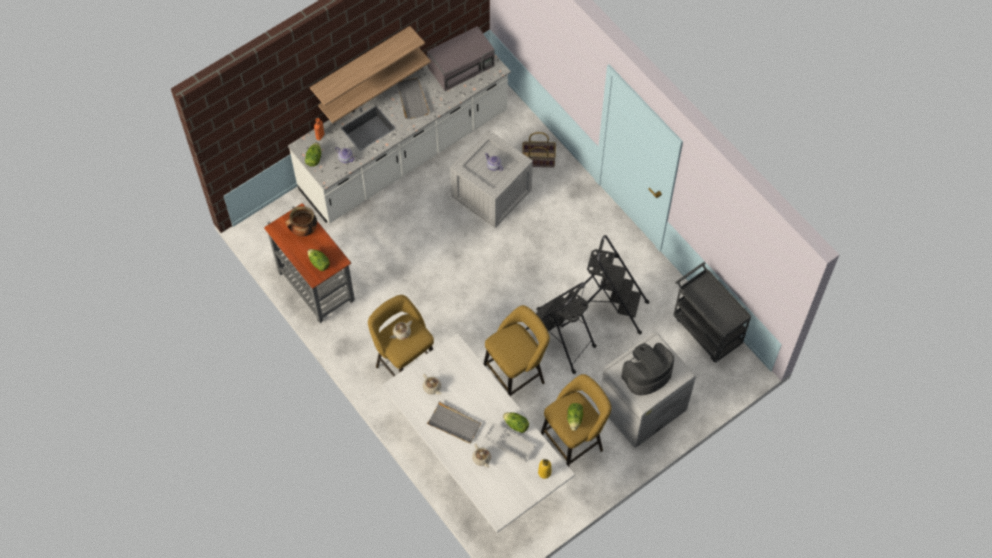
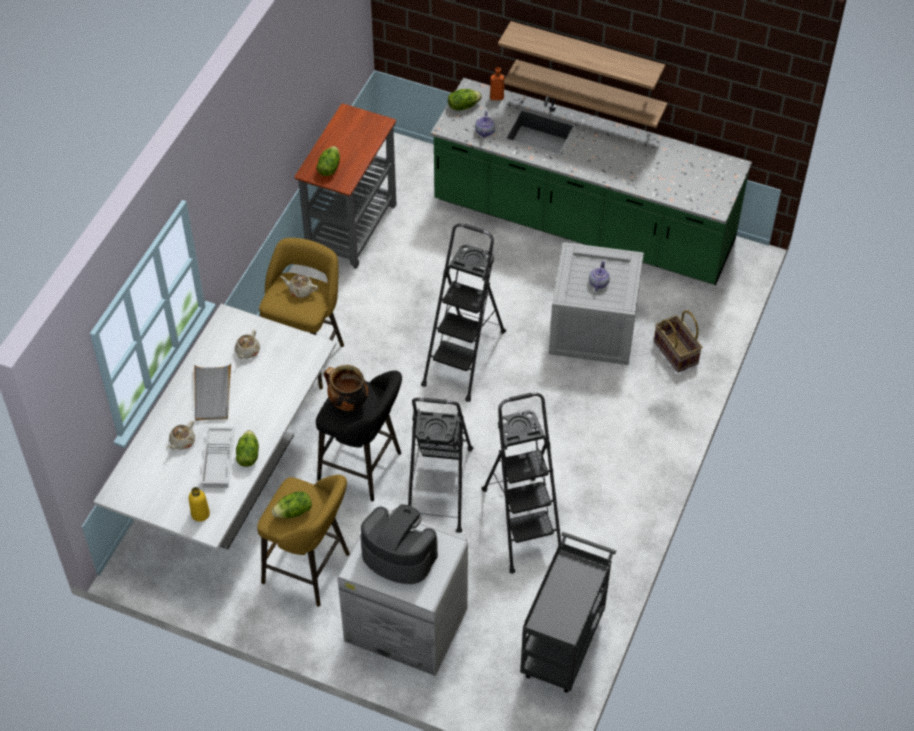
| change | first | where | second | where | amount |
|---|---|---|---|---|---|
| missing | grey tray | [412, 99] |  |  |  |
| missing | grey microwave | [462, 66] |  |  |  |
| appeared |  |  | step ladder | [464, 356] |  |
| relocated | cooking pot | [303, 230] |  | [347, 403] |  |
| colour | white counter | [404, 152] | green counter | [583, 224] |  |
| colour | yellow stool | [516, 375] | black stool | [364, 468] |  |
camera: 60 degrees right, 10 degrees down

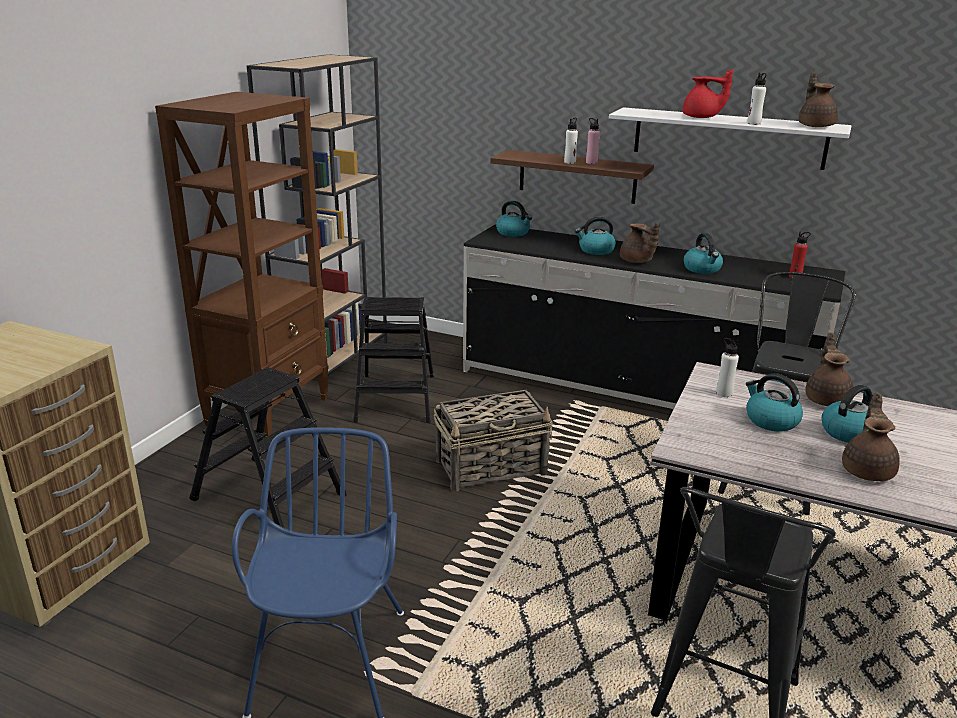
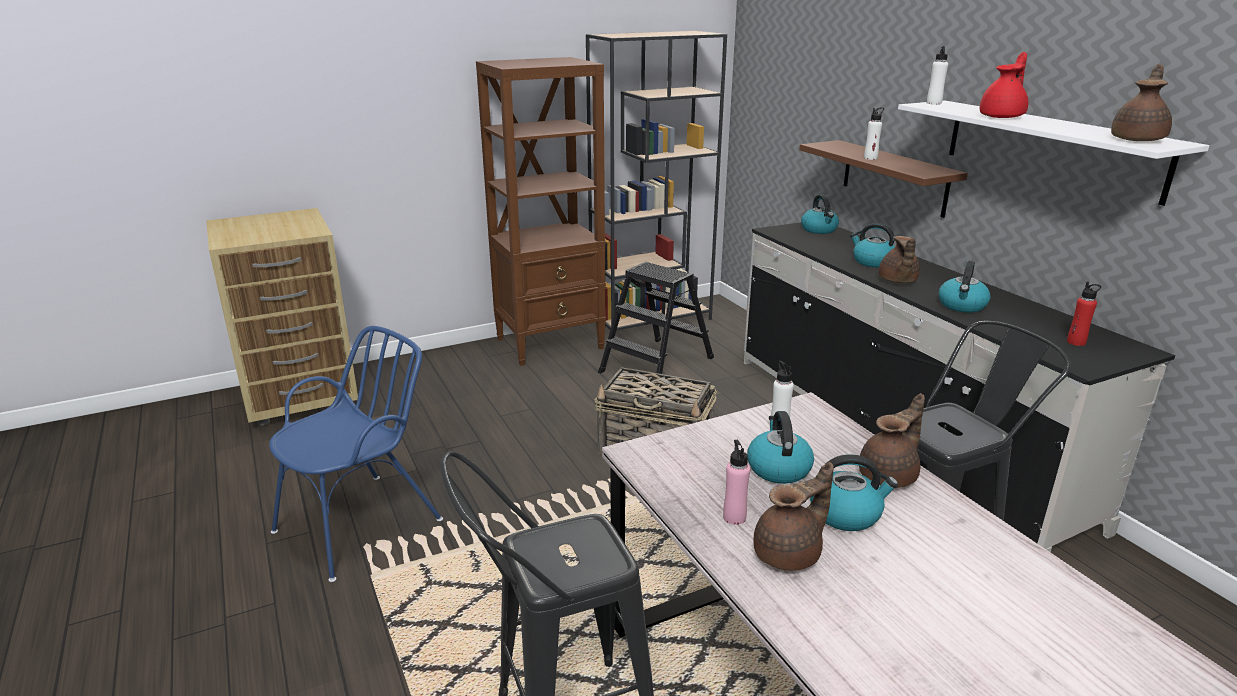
| change | first | where | second | where | amount |
|---|---|---|---|---|---|
| missing | black step ladder | [268, 496] |  |  |  |
| relocated | pink bottle | [591, 162] |  | [734, 517] |  |
| relocated | white bottle | [754, 123] |  | [934, 103] |  |
| spun | red teapot | [701, 117] |  | [1003, 117] | 105 degrees counterclockwise |
camera: 40 degrees right, 0 degrees up

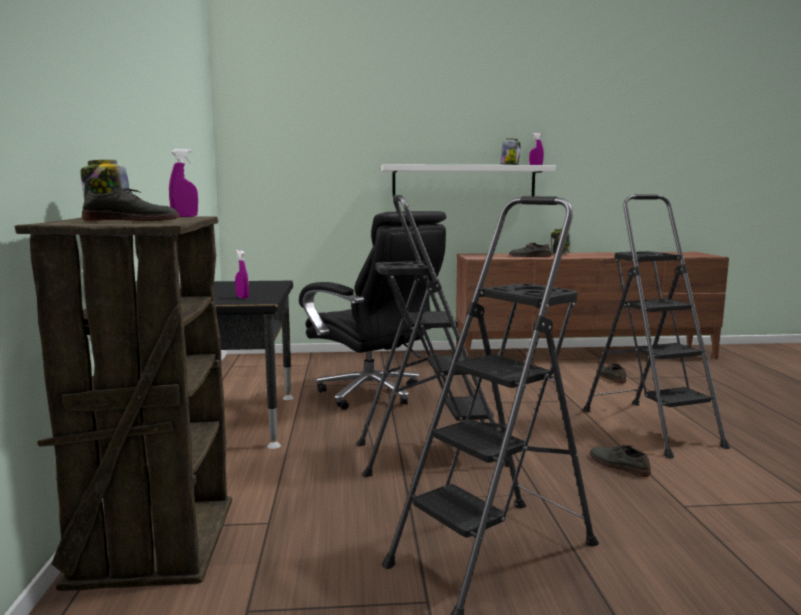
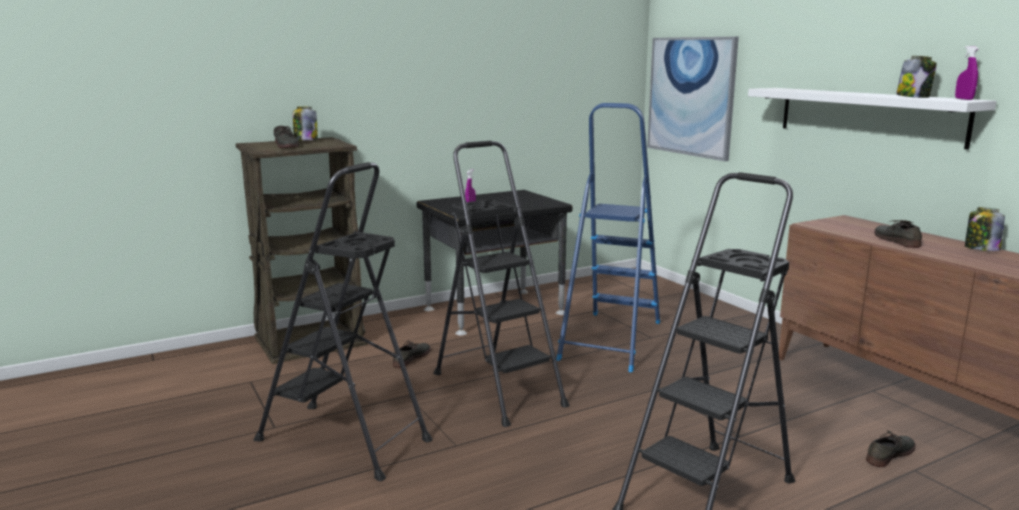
| change | first | where | second | where | amount |
|---|---|---|---|---|---|
| missing | purple spray bottle | [185, 216] |  |  |  |
| appeared |  |  | picture | [691, 96] |  |
| relocated | grey shoe | [618, 465] |  | [411, 358] |  |
| exchanged | black office chair | [374, 395] | blue step ladder | [611, 339] |  |
camera: 65 degrees right, 5 degrees up

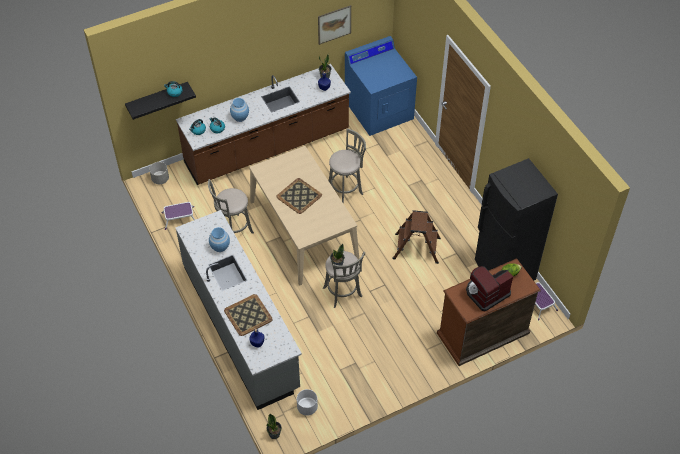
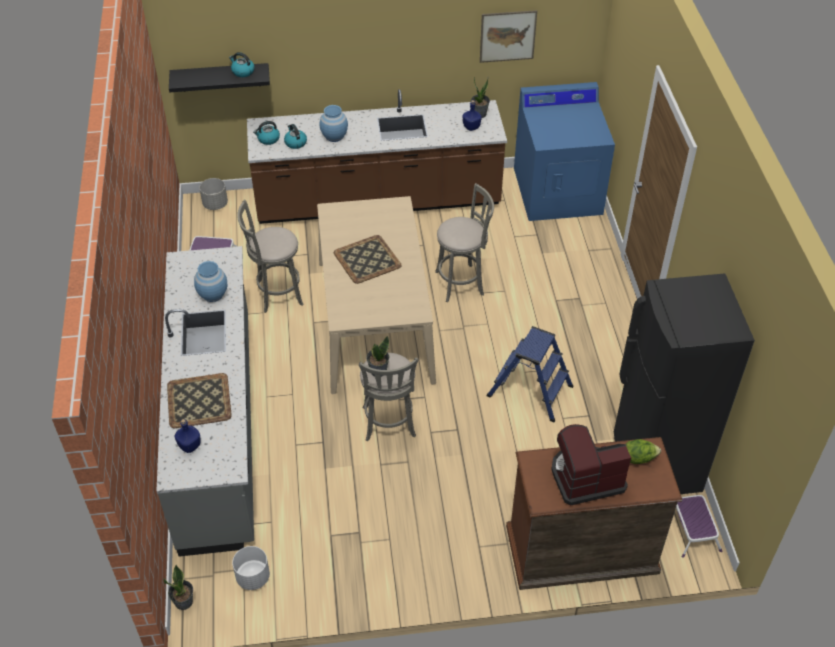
| change | first | where | second | where | amount |
|---|---|---|---|---|---|
| colour | brown step ladder | [416, 248] | blue step ladder | [529, 391] |  |
camera: 20 degrees right, 5 degrees down

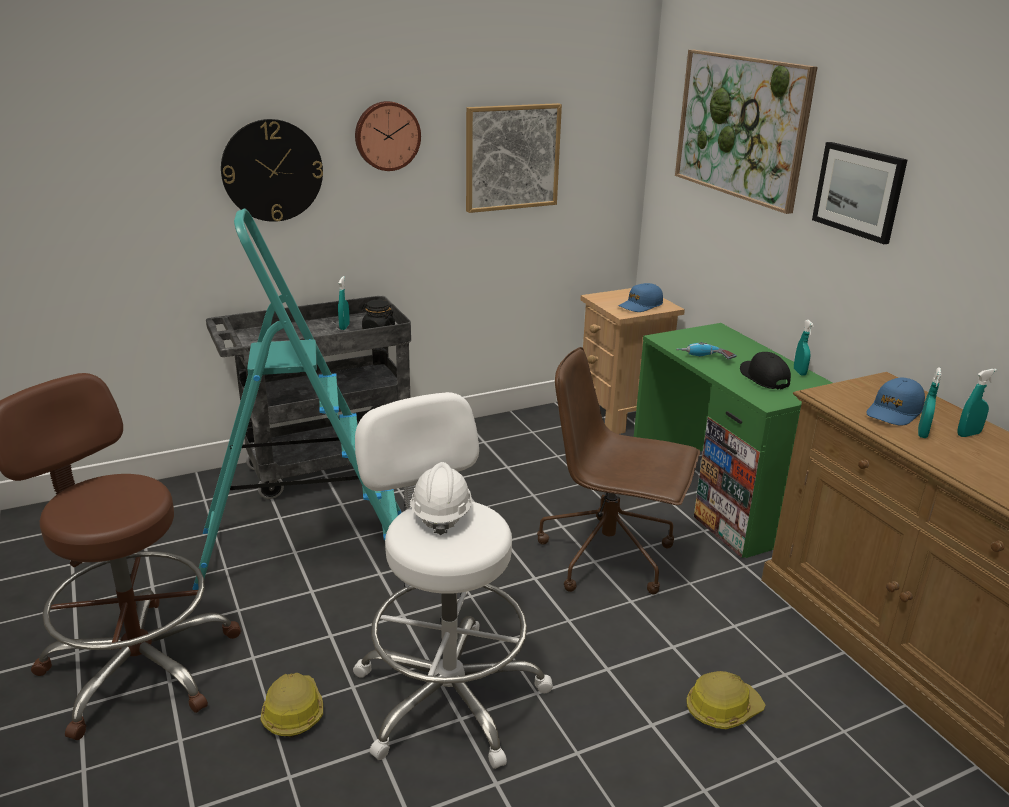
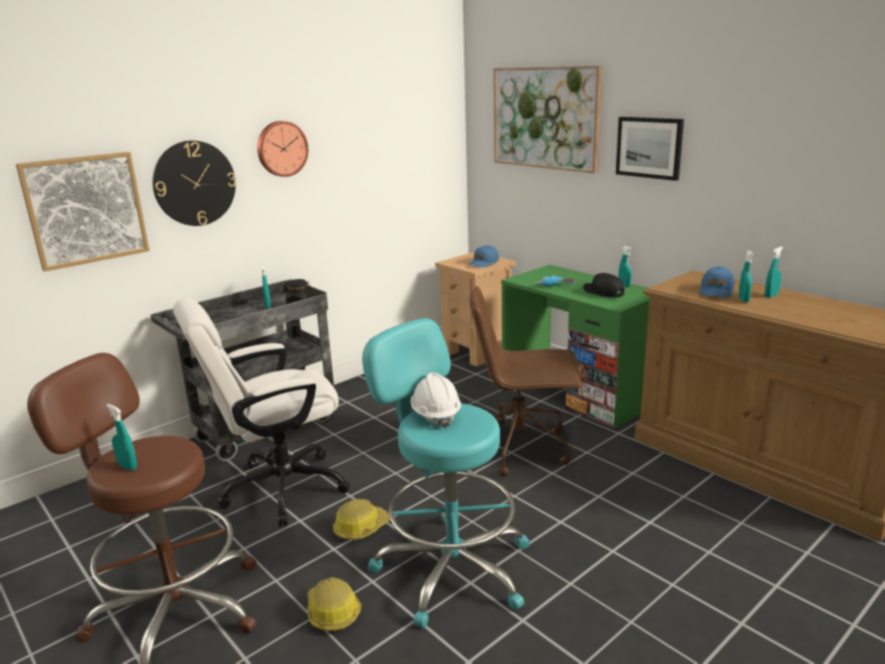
| change | first | where | second | where | amount |
|---|---|---|---|---|---|
| appeared |  |  | turquoise spray bottle | [127, 466] |  |
| relocated | picture | [512, 157] |  | [86, 209] |  |
| relocated | hard hat | [722, 709] |  | [361, 528] |  |
| exchanged | turquoise step ladder | [306, 548] | white office chair | [278, 490] |  |
| colour | white stool | [448, 694] | turquoise stool | [451, 567] |  |
camera: 15 degrees left, 5 degrees down

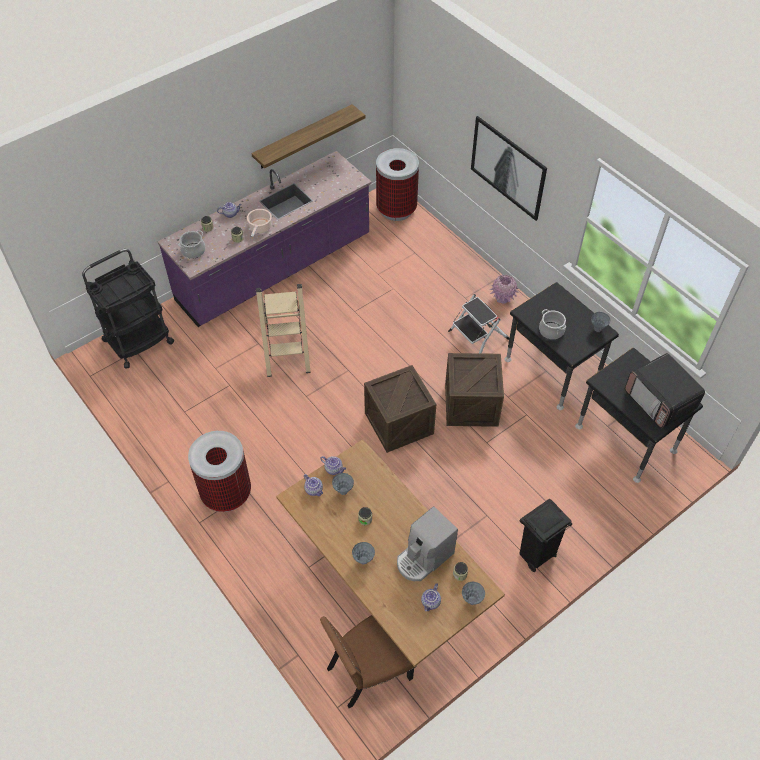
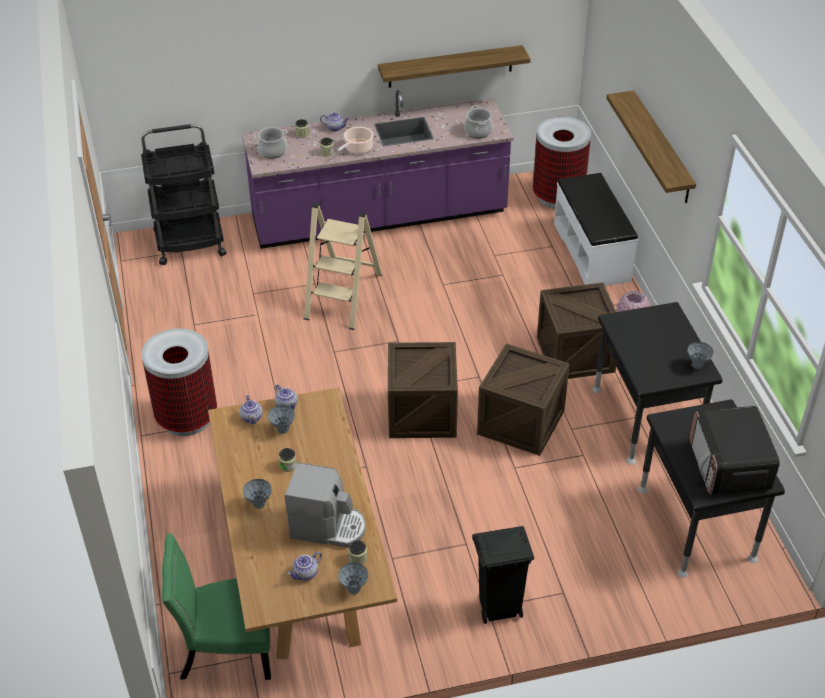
| change | first | where | second | where | amount |
|---|---|---|---|---|---|
| appeared |  |  | white bench | [592, 252] |  |
| relocated | cooking pot | [551, 331] |  | [478, 131] |  |
| exchanged | step ladder | [478, 336] | crate | [575, 354] |  |
| exchanged | picture | [507, 168] | shelf | [661, 148] |  |
| colour | brown chair | [370, 670] | green chair | [228, 650] |  |
| spun | coffee machine | [424, 558] |  | [328, 527] | 150 degrees counterclockwise |
camera: 25 degrees right, 10 degrees down

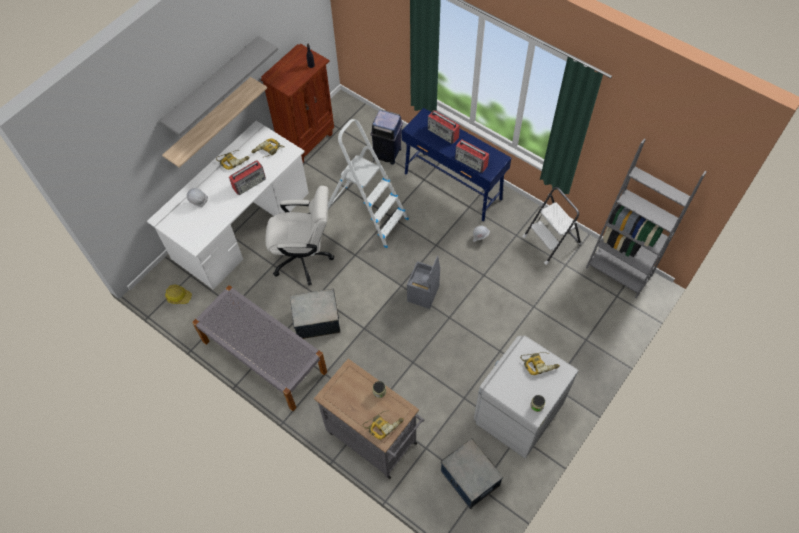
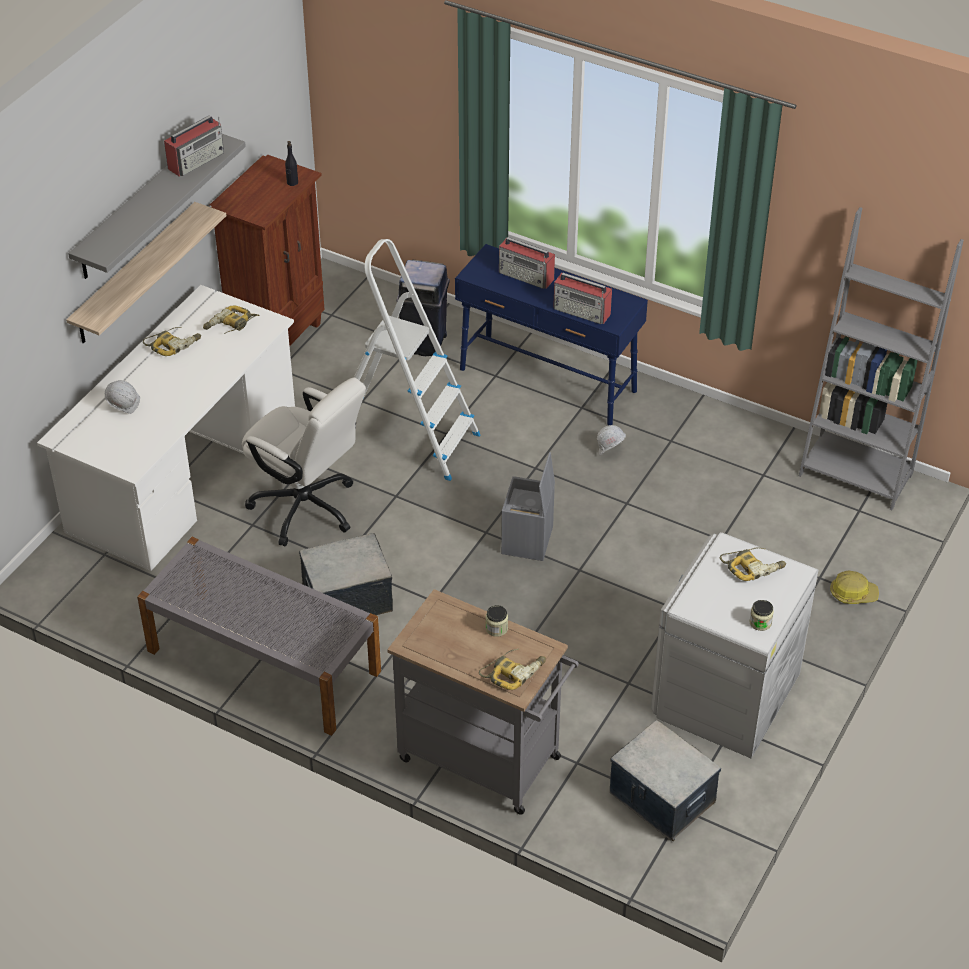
| change | first | where | second | where | amount |
|---|---|---|---|---|---|
| missing | white step ladder | [553, 239] |  |  |  |
| relocated | hard hat | [178, 296] |  | [853, 593] |  |
| relocated | radio | [249, 183] |  | [197, 160] |  |
| spun | white office chair | [305, 259] |  | [309, 510] | 45 degrees clockwise |
camera: 10 degrees left, 15 degrees down

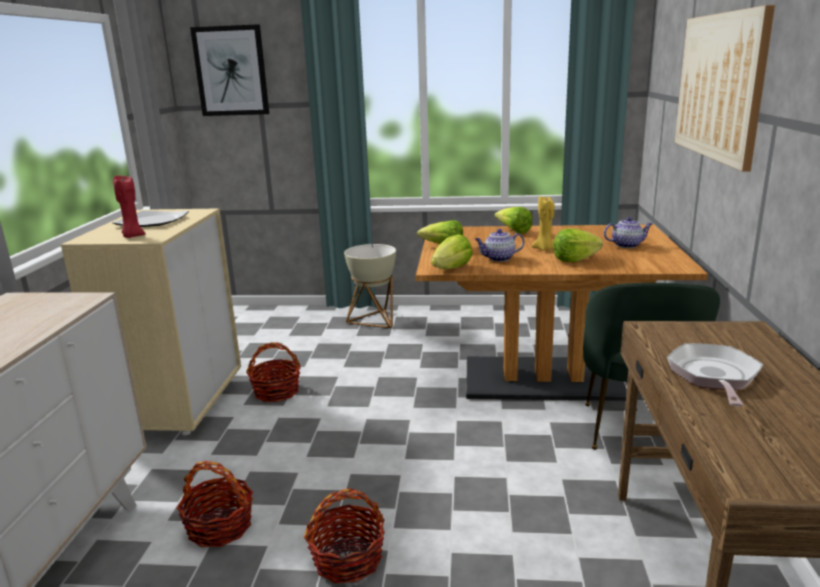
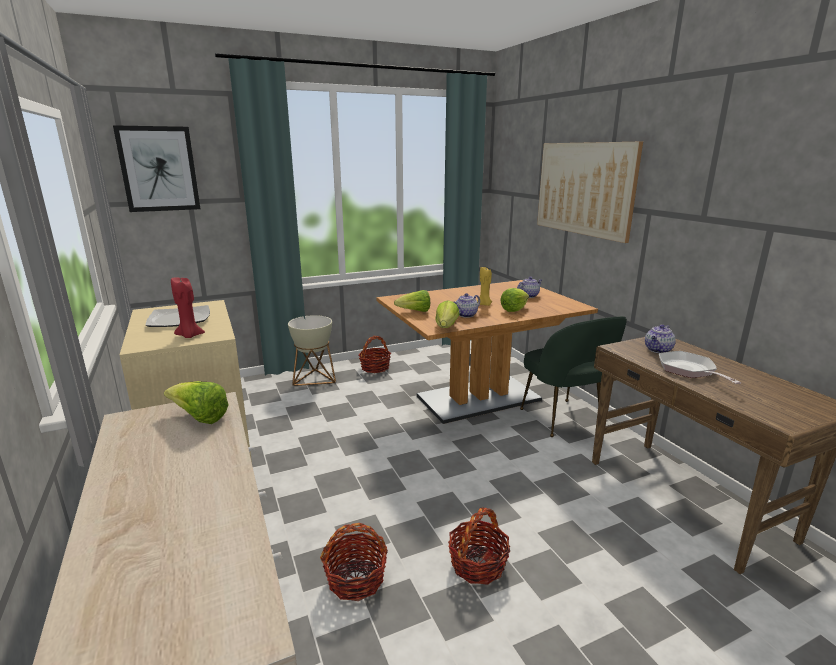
| change | first | where | second | where | amount |
|---|---|---|---|---|---|
| appeared |  |  | teapot | [658, 350] |  |
| relocated | basket | [277, 392] |  | [375, 367] |  |
| relocated | lettuce | [513, 231] |  | [199, 418] |  |
camera: 30 degrees left, 0 degrees up

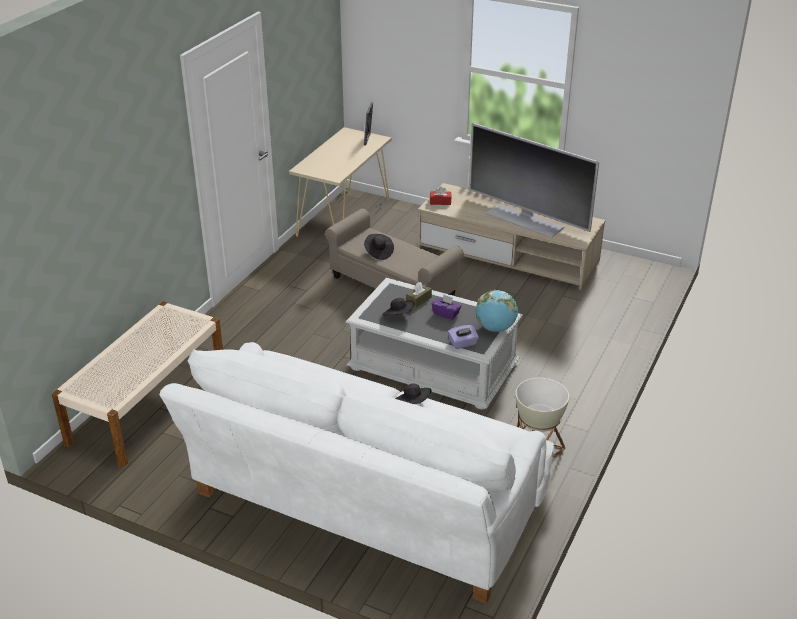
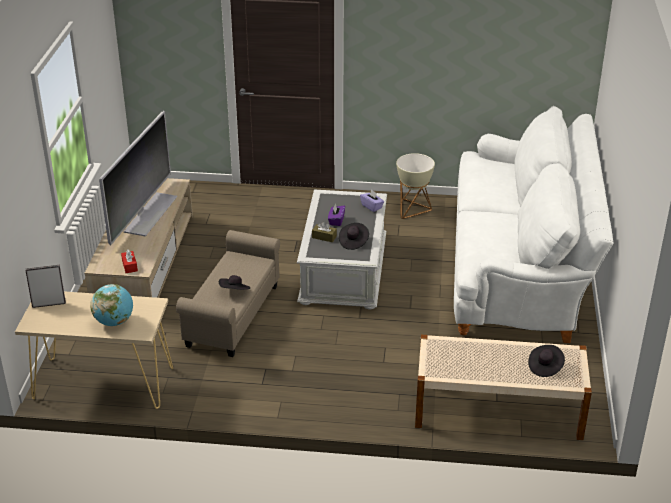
| change | first | where | second | where | amount |
|---|---|---|---|---|---|
| relocated | black hat | [412, 404] |  | [545, 367] |  |
| relocated | globe | [495, 328] |  | [114, 321] |  |
camera: 110 degrees left, 0 degrees up

